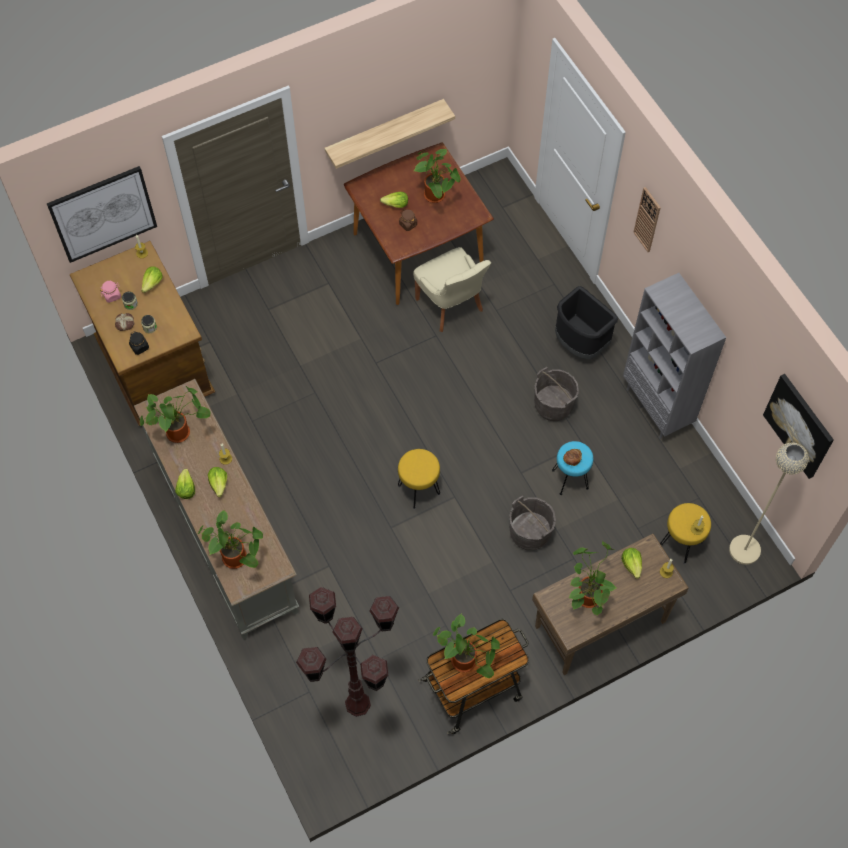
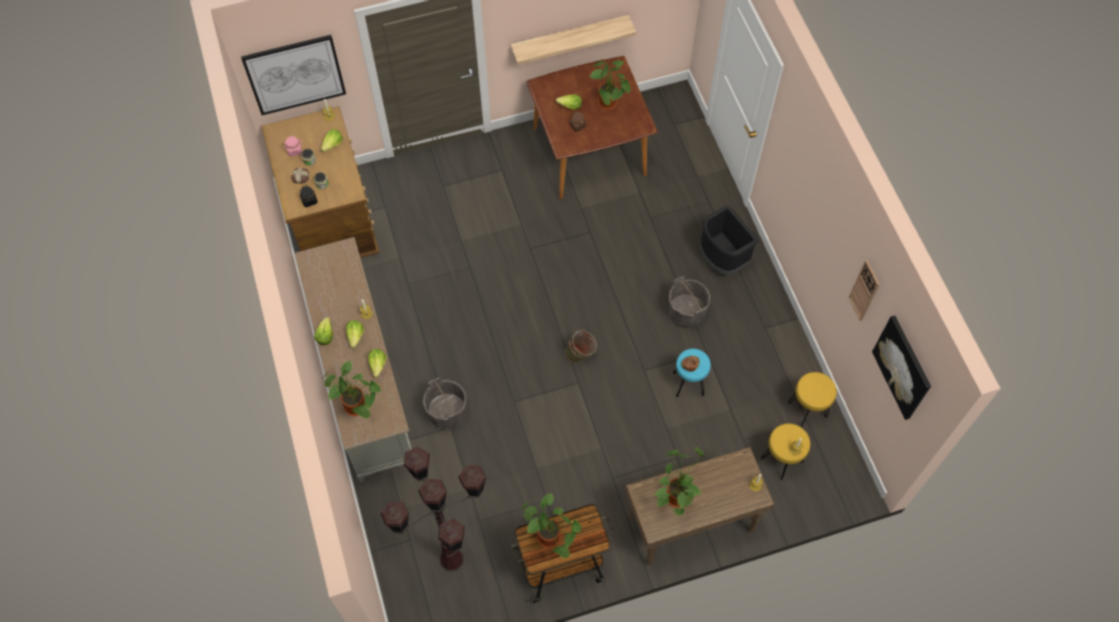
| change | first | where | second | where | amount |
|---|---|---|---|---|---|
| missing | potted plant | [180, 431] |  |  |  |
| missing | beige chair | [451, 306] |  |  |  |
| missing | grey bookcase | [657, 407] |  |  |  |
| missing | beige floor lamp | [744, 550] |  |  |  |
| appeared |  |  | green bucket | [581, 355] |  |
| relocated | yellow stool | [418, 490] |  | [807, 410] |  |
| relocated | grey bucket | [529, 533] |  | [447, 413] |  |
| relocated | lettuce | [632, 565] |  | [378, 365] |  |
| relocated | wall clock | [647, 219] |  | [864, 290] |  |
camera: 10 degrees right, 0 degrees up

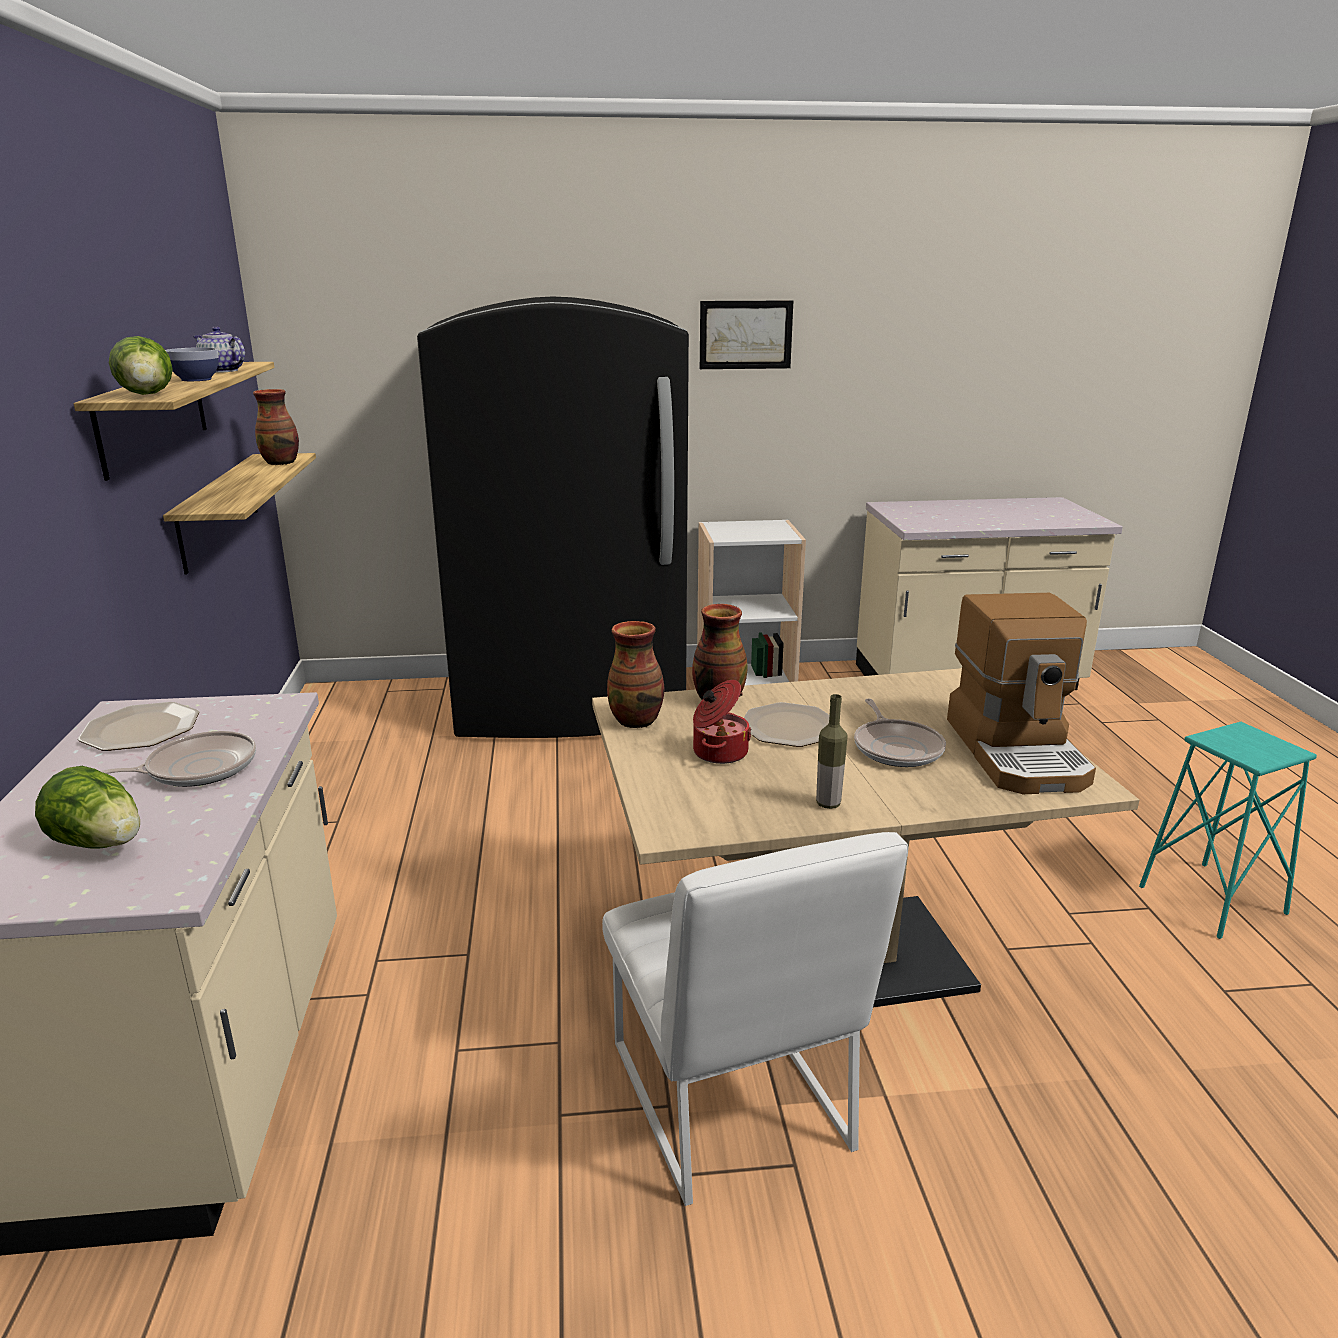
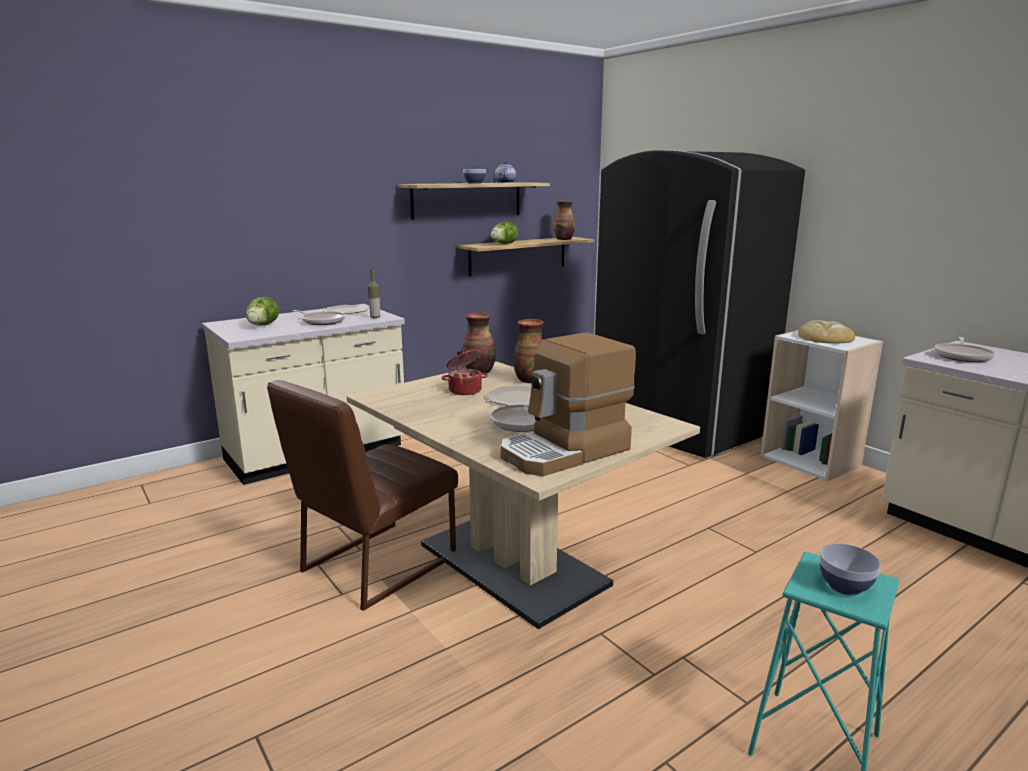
| change | first | where | second | where | amount |
|---|---|---|---|---|---|
| missing | picture | [745, 335] |  |  |  |
| appeared |  |  | bread | [824, 337] |  |
| appeared |  |  | bowl | [845, 586] |  |
| appeared |  |  | frying pan | [962, 356] |  |
| relocated | lettuce | [148, 395] |  | [503, 244] |  |
| relocated | bottle | [828, 804] |  | [375, 317] |  |
| colour | white chair | [730, 1100] | brown chair | [375, 565] |  |
camera: 60 degrees right, 5 degrees down

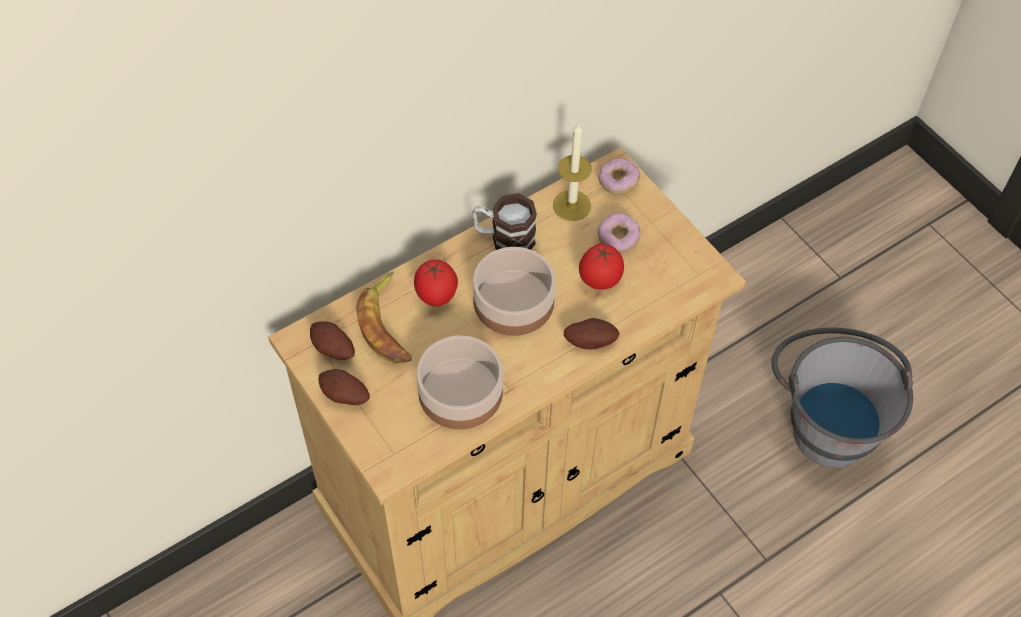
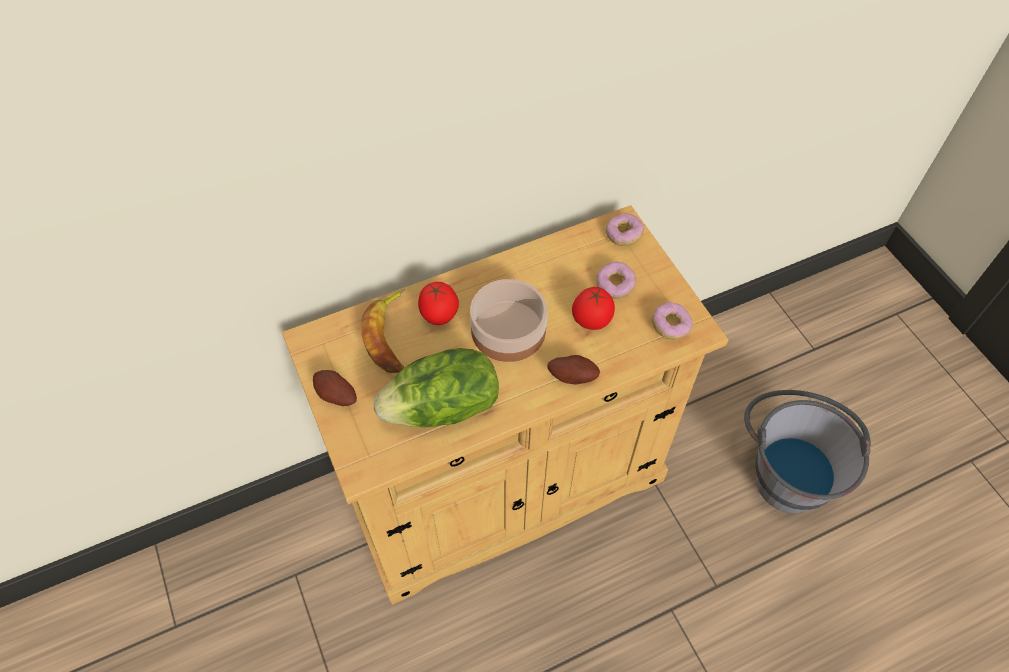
| change | first | where | second | where | amount |
|---|---|---|---|---|---|
| missing | potato | [332, 350] |  |  |  |
| missing | mug | [504, 238] |  |  |  |
| missing | candle | [572, 205] |  |  |  |
| appeared |  |  | donut | [670, 326] |  |
| exchanged | bowl | [461, 393] | lettuce | [443, 408] |  |
camera: 10 degrees right, 0 degrees up

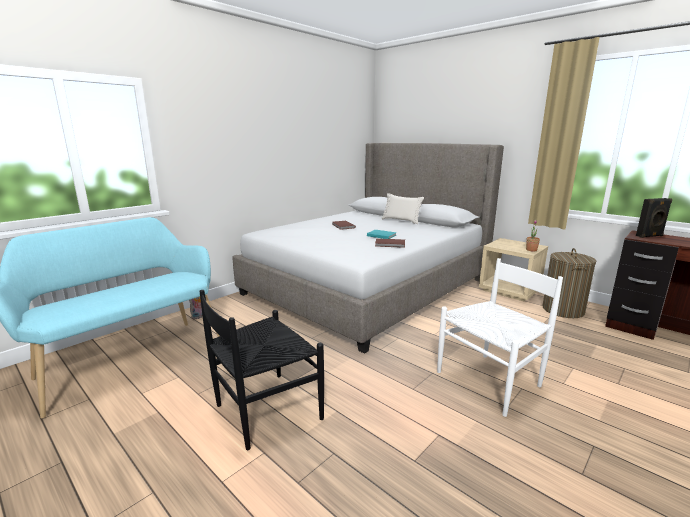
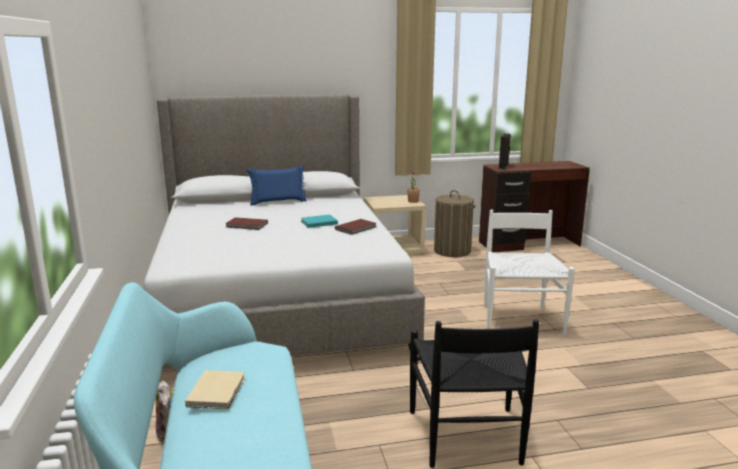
| change | first | where | second | where | amount |
|---|---|---|---|---|---|
| appeared |  |  | beige book | [218, 391] |  |
| colour | white pillow | [401, 221] | blue pillow | [278, 202] |  |
camera: 55 degrees left, 0 degrees up

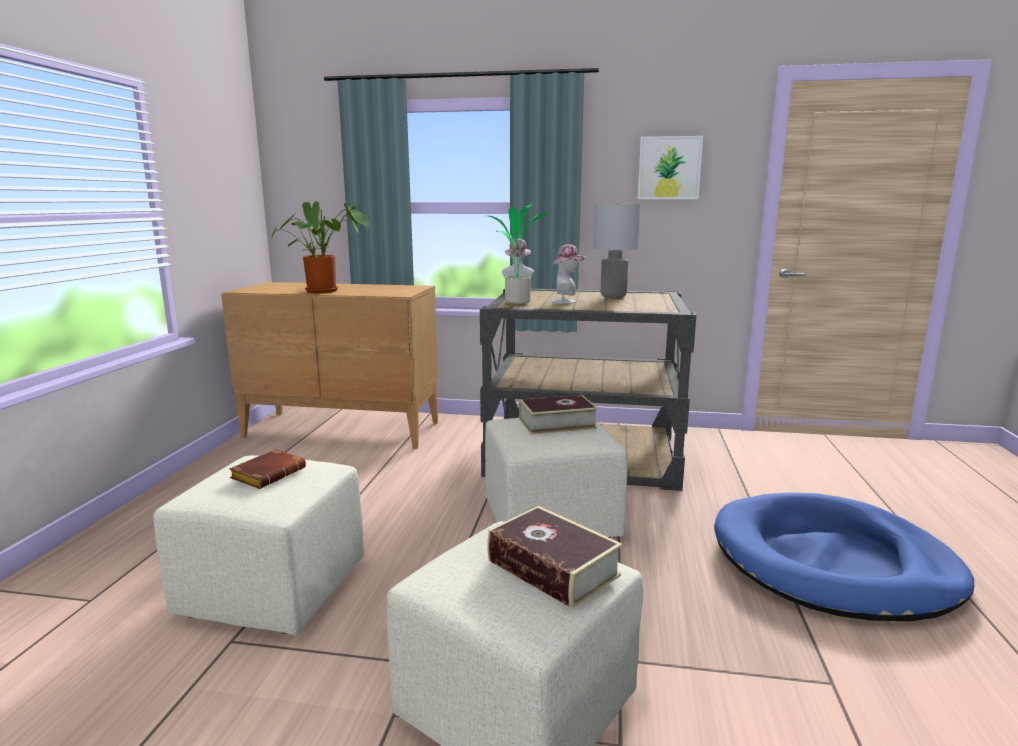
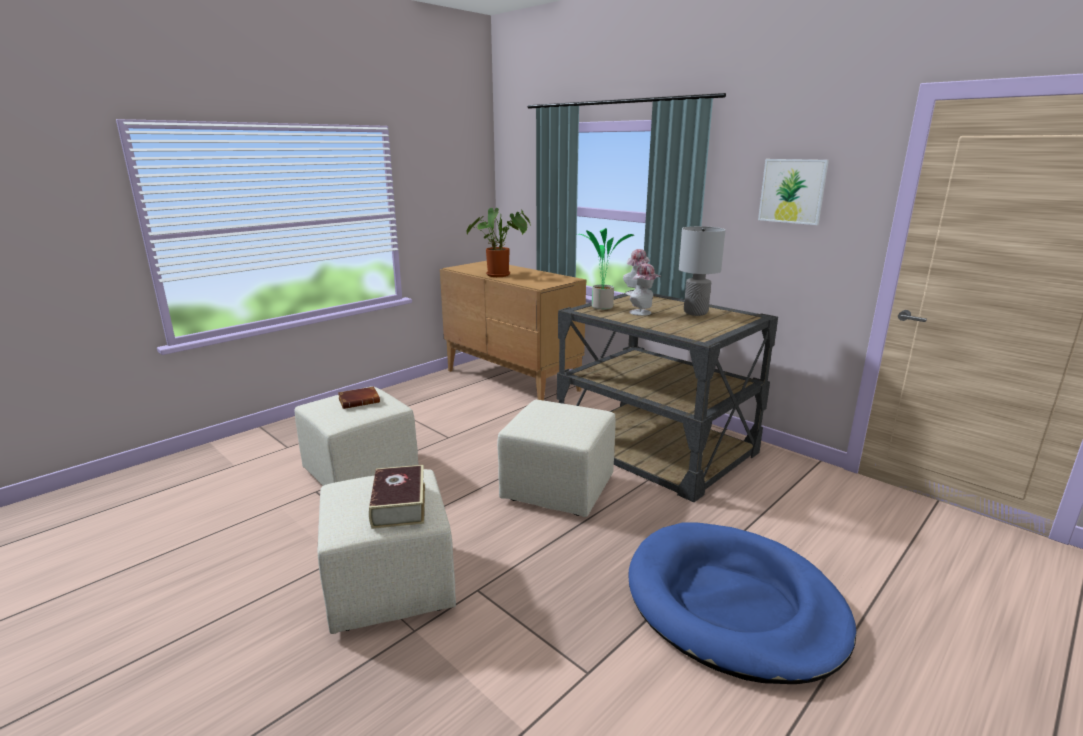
| change | first | where | second | where | amount |
|---|---|---|---|---|---|
| missing | book | [557, 423] |  |  |  |
camera: 35 degrees right, 5 degrees up

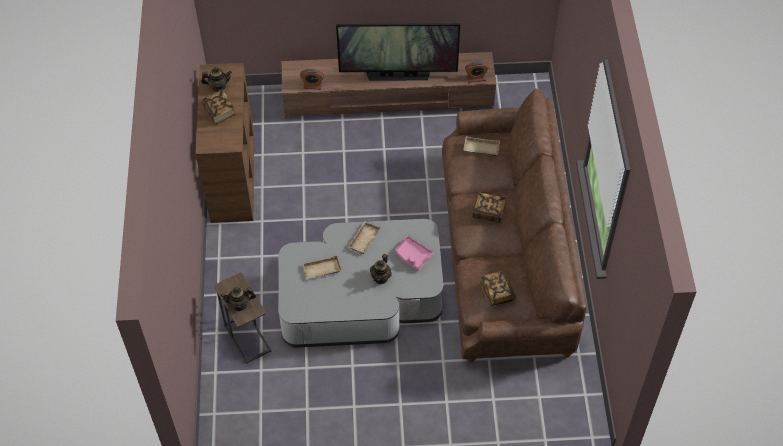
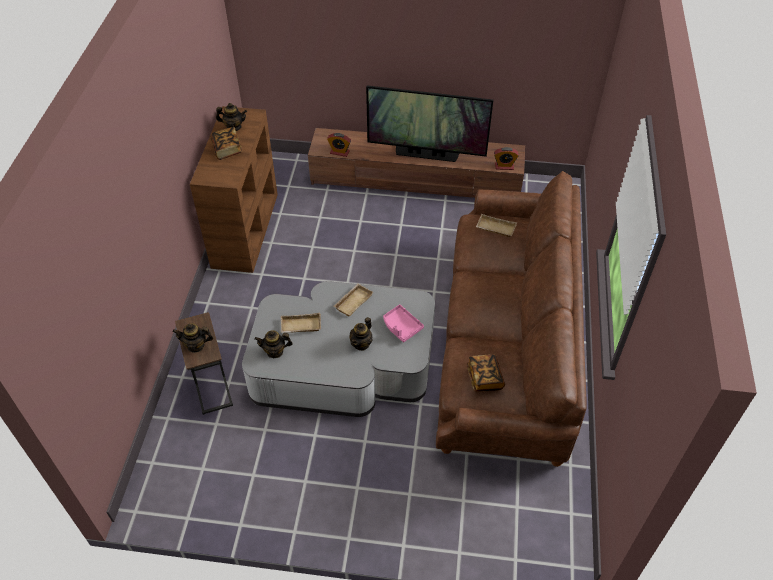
| change | first | where | second | where | amount |
|---|---|---|---|---|---|
| missing | book | [488, 212] |  |  |  |
| appeared |  |  | teapot | [275, 351] |  |
camera: 10 degrees right, 5 degrees down

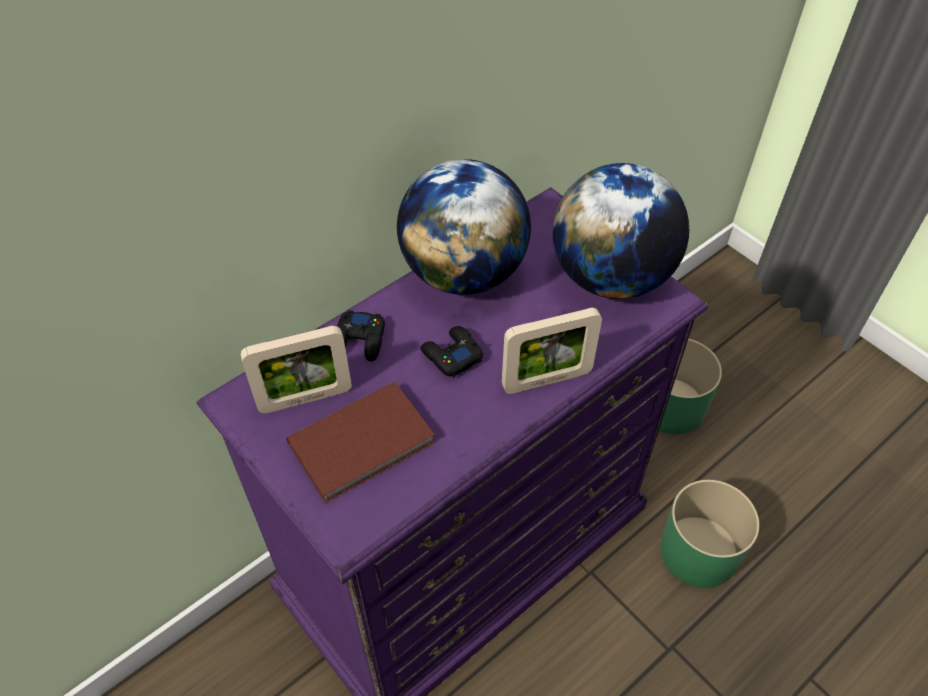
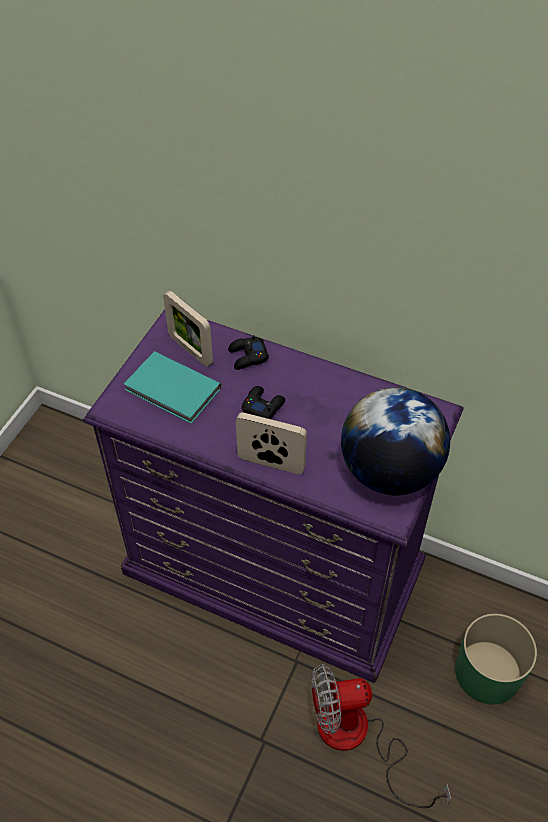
| change | first | where | second | where | amount |
|---|---|---|---|---|---|
| missing | globe | [463, 273] |  |  |  |
| exchanged | green planter | [699, 551] | fan | [358, 739] |  |
| colour | brown book | [365, 444] | turquoise book | [172, 391] |  |
| spun | picture frame | [546, 380] |  | [271, 464] | 150 degrees clockwise |
camera: 65 degrees right, 0 degrees up

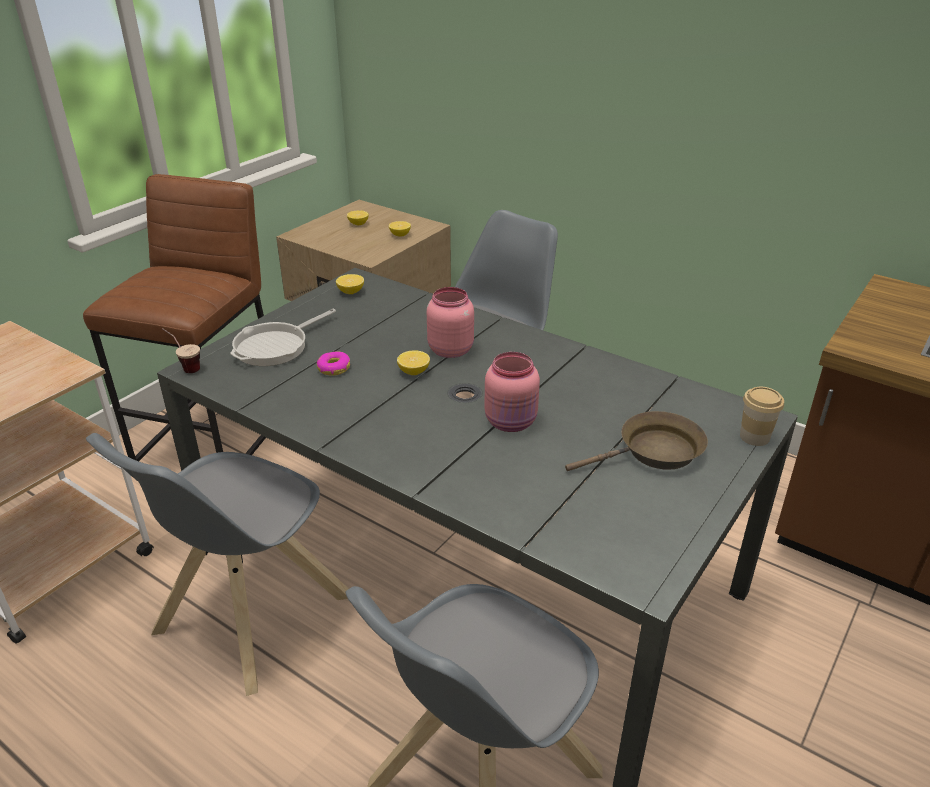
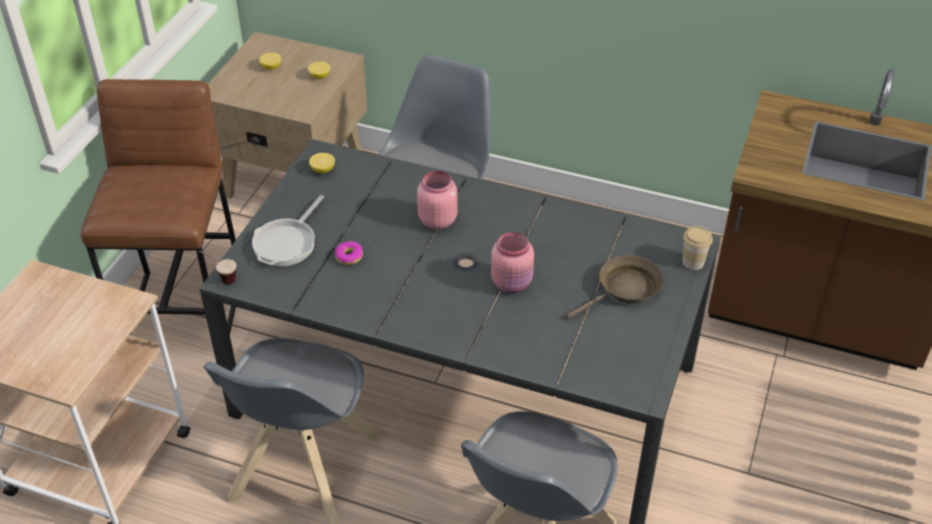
| change | first | where | second | where | amount |
|---|---|---|---|---|---|
| missing | lemon | [414, 372] |  |  |  |
camera: 15 degrees left, 10 degrees up

